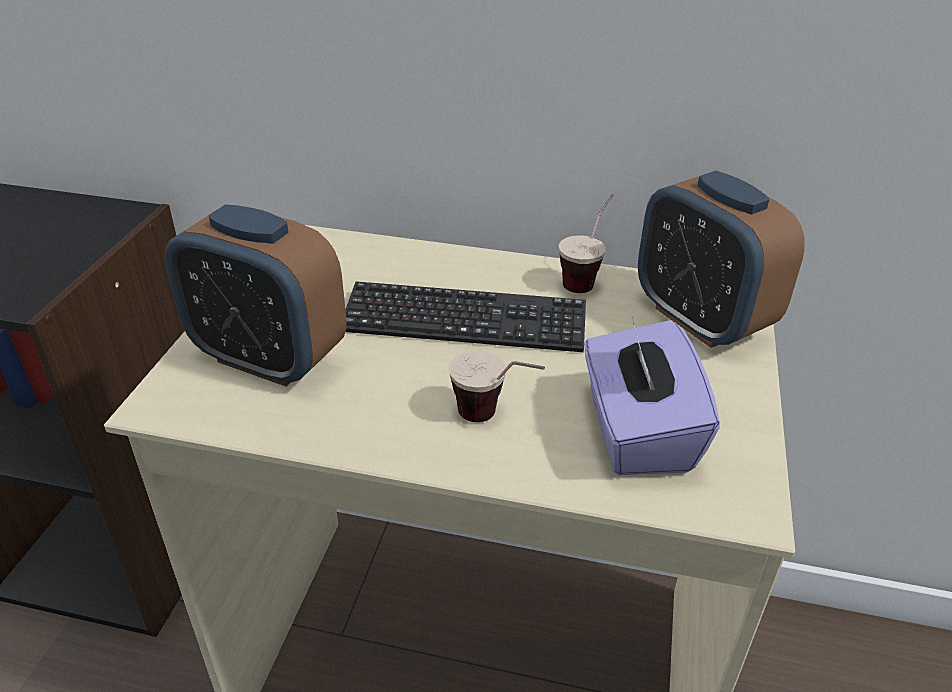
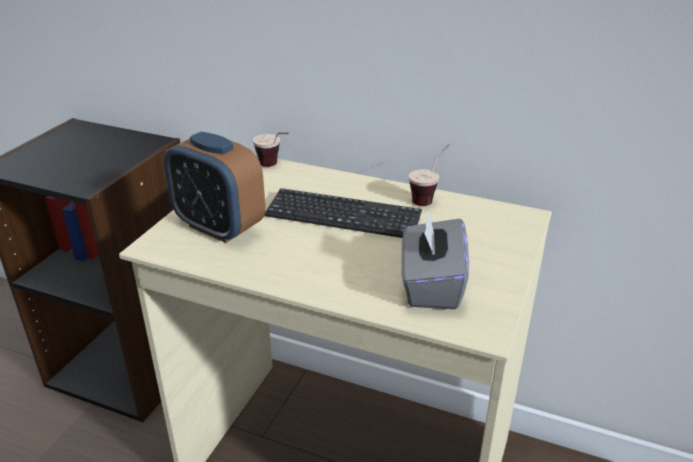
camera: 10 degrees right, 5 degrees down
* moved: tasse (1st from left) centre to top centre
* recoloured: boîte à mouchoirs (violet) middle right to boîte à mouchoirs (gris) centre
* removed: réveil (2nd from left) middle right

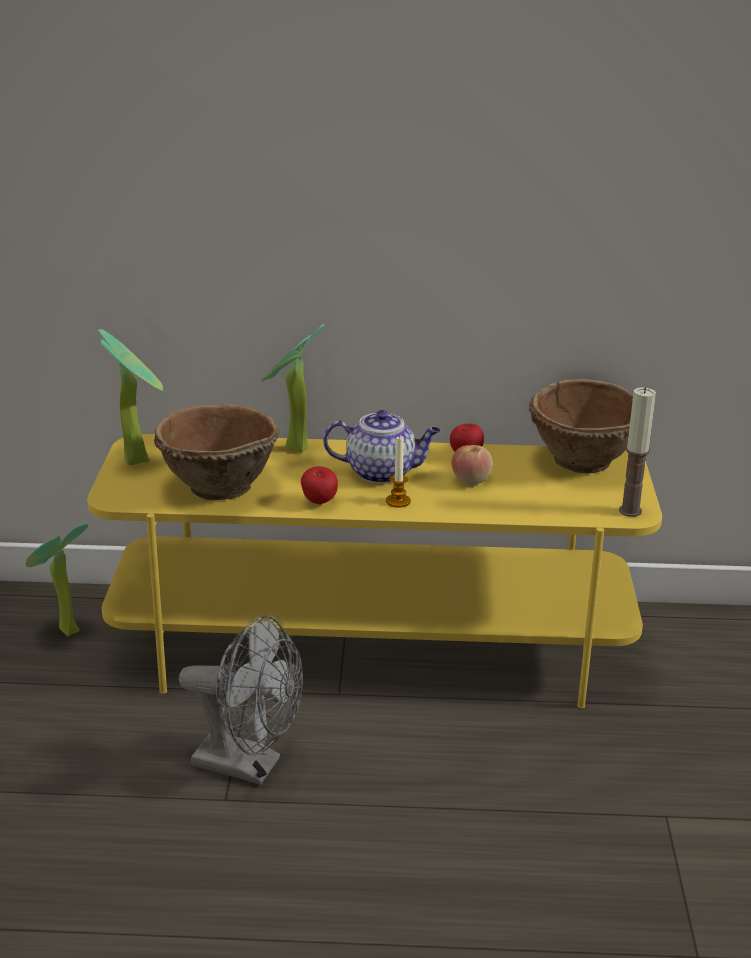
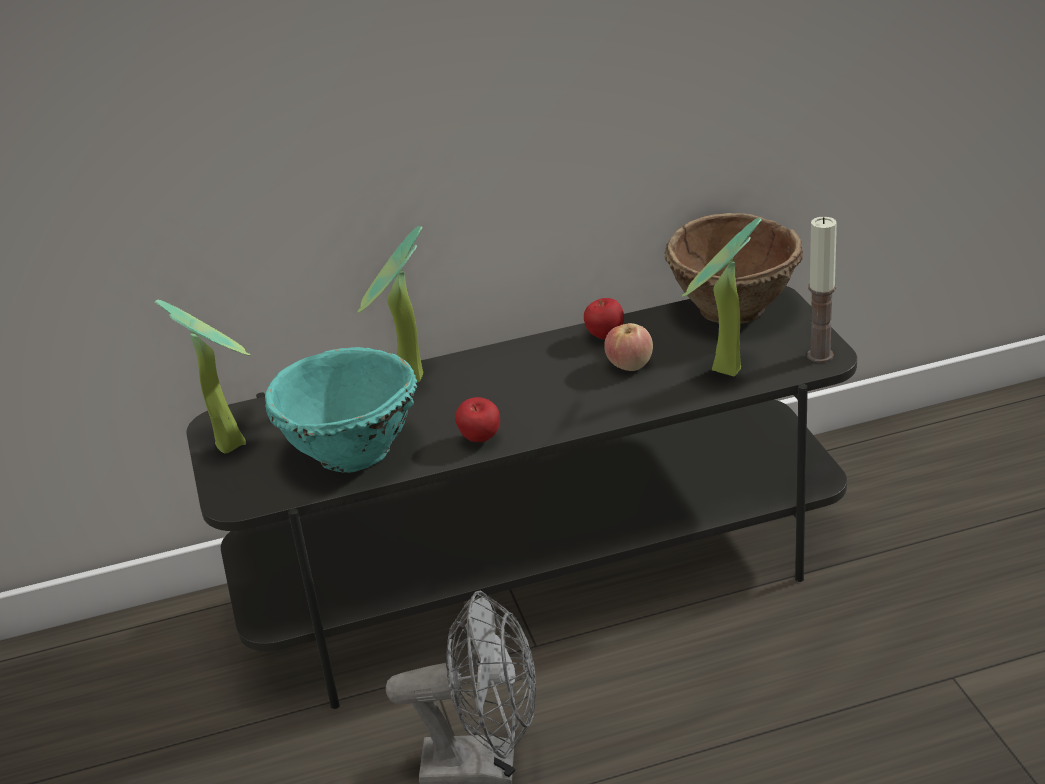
camera: 15 degrees left, 5 degrees up
* moved: plante en pot (1st from left in the first image) middle left to plante en pot (3rd from left) middle right
* recoloured: meuble télé (jaune) centre to meuble télé (gris) centre
* recoloured: bol (marron) (1st from left) middle left to bol (turquoise) middle left
* removed: théière centre
* removed: bougie (1st from left) centre

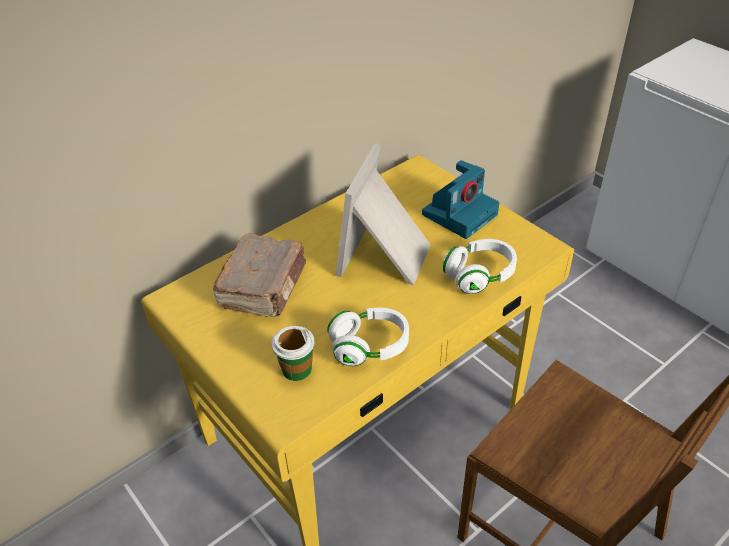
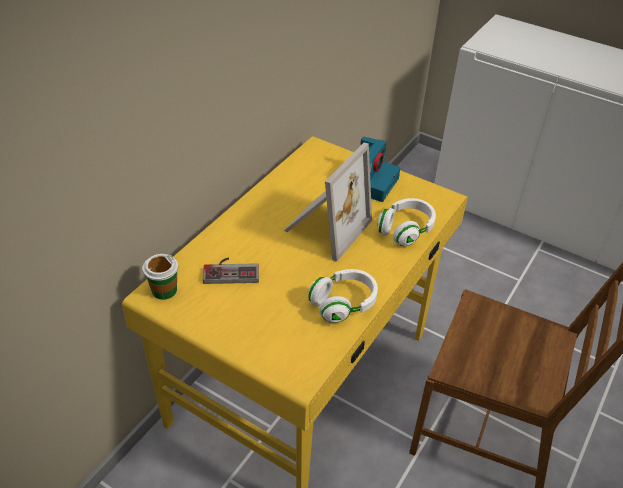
camera: 20 degrees left, 0 degrees up
* replaced: livre (marron) centre to manette centre
* moved: tasse centre to middle left
* turned: cadre photo centre = centre 150 degrees counterclockwise

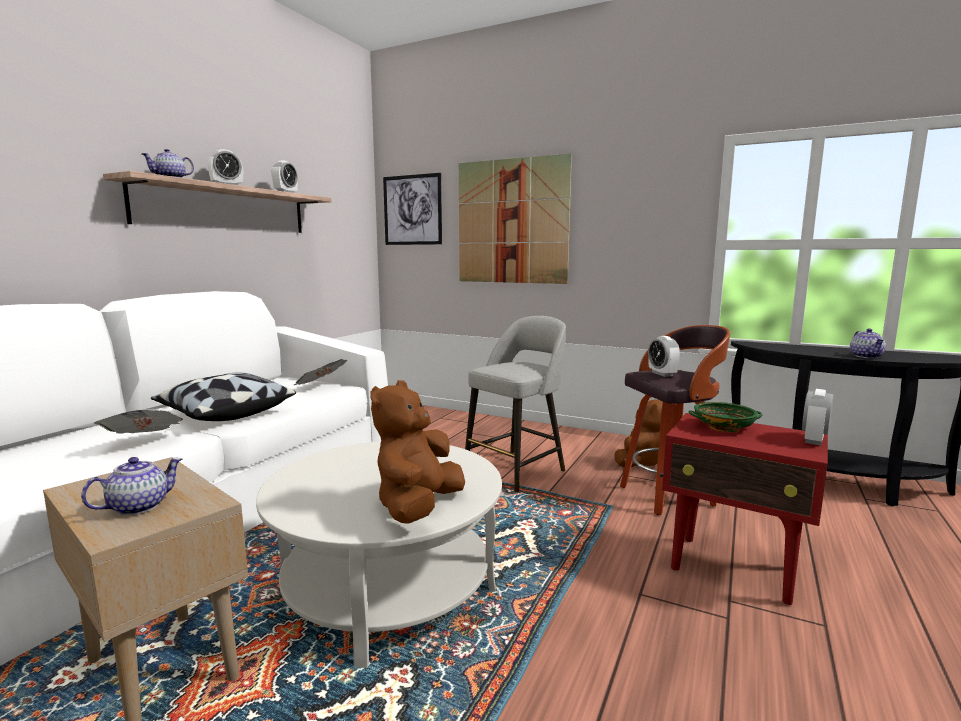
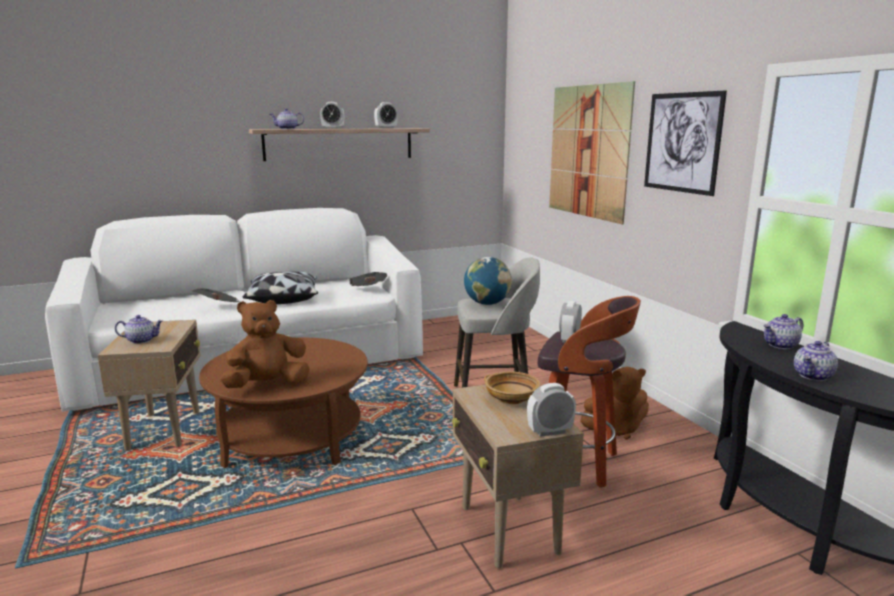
camera: 40 degrees right, 5 degrees up
* recoloured: table basse (blanc) bottom centre to table basse (marron) bottom left
* moved: tableau (1st from left in the first image) top centre to tableau (2nd from left) top right
* recoloured: table d'appoint (rouge) bottom right to table d'appoint (beige) (2nd from left) bottom centre
* recoloured: bol (vert) middle right to bol (beige) centre
* added: globe centre
* added: théière (3rd from left) middle right

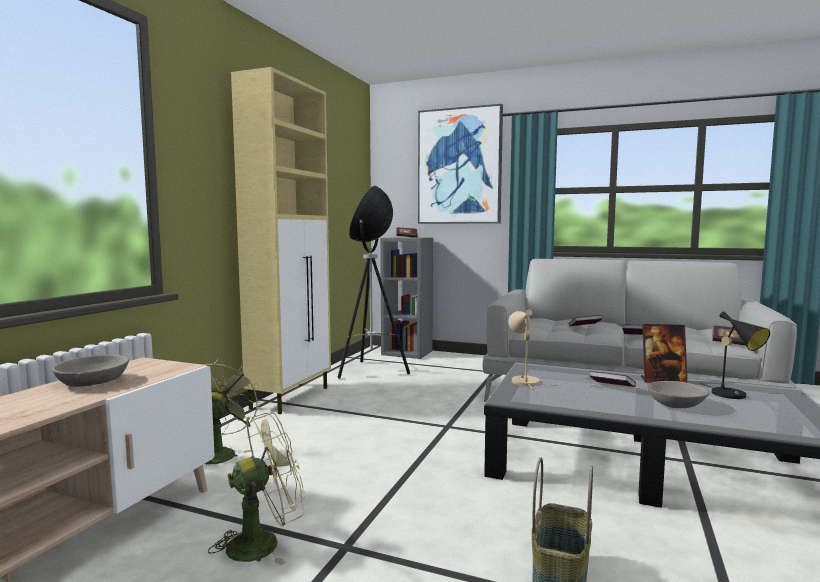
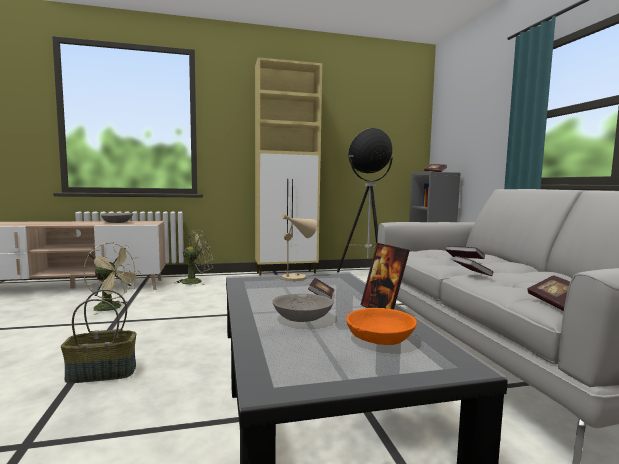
camera: 55 degrees right, 0 degrees up
* removed: tableau top centre
* replaced: lampe de table (noir) middle right to bol (orange) bottom centre

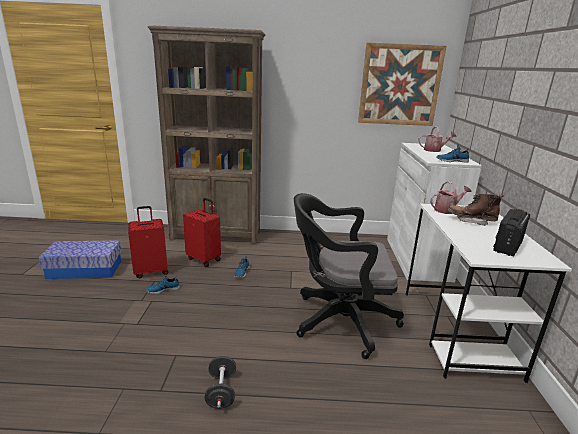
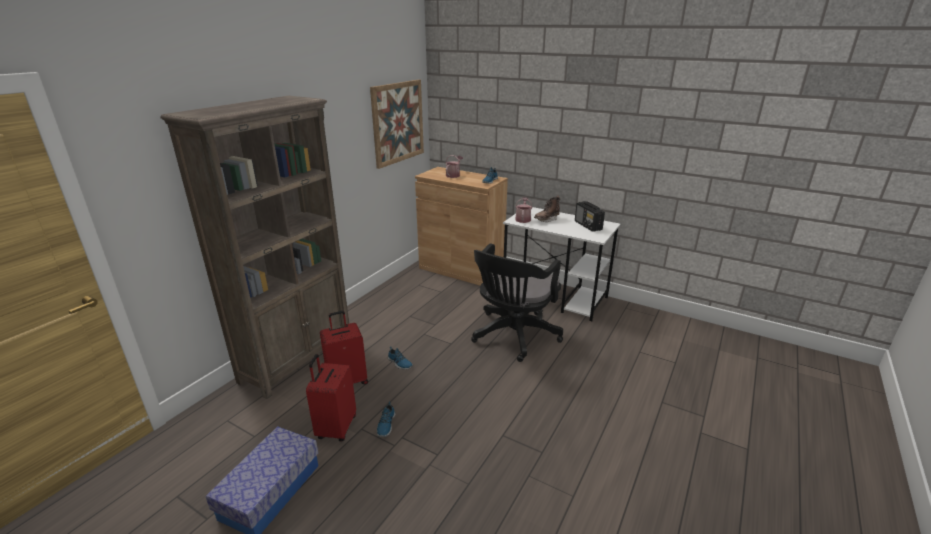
camera: 60 degrees left, 5 degrees up
* removed: haltère (noir) bottom centre
* recoloured: meuble de rangement (blanc) middle right to meuble de rangement (marron) centre

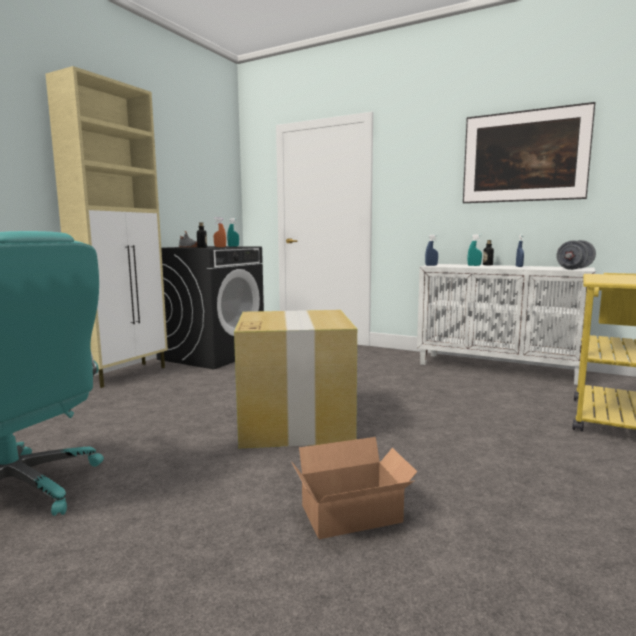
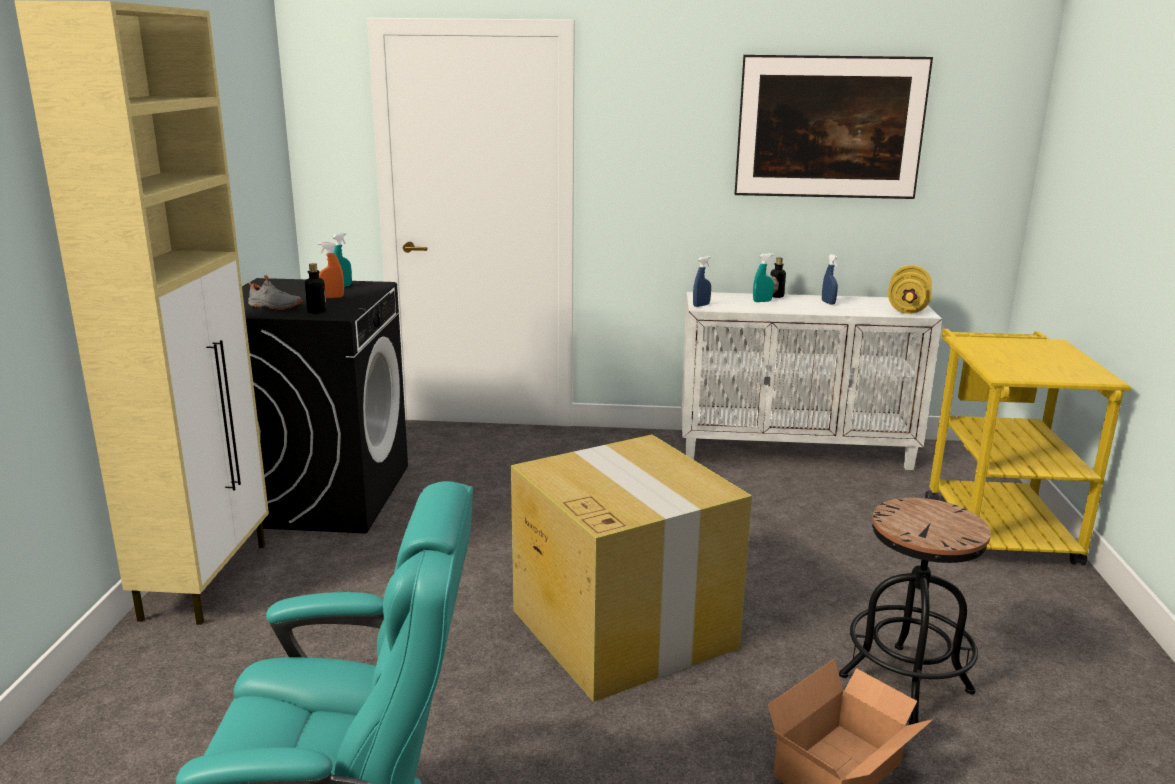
camera: 25 degrees left, 10 degrees up
* recoloured: haltère (gris) middle right to haltère (jaune) middle right
* added: tabouret (noir) bottom right

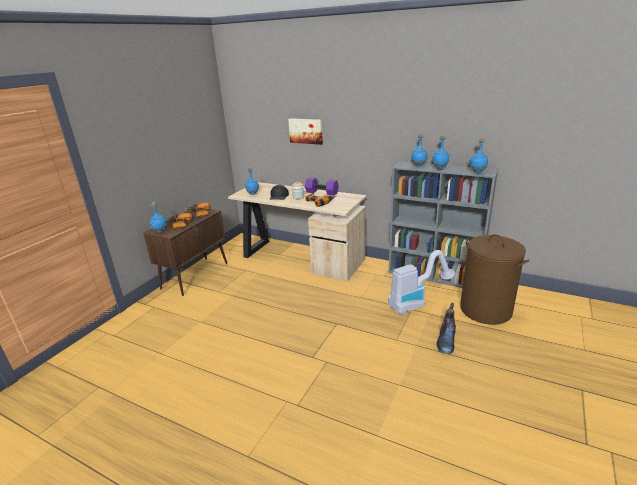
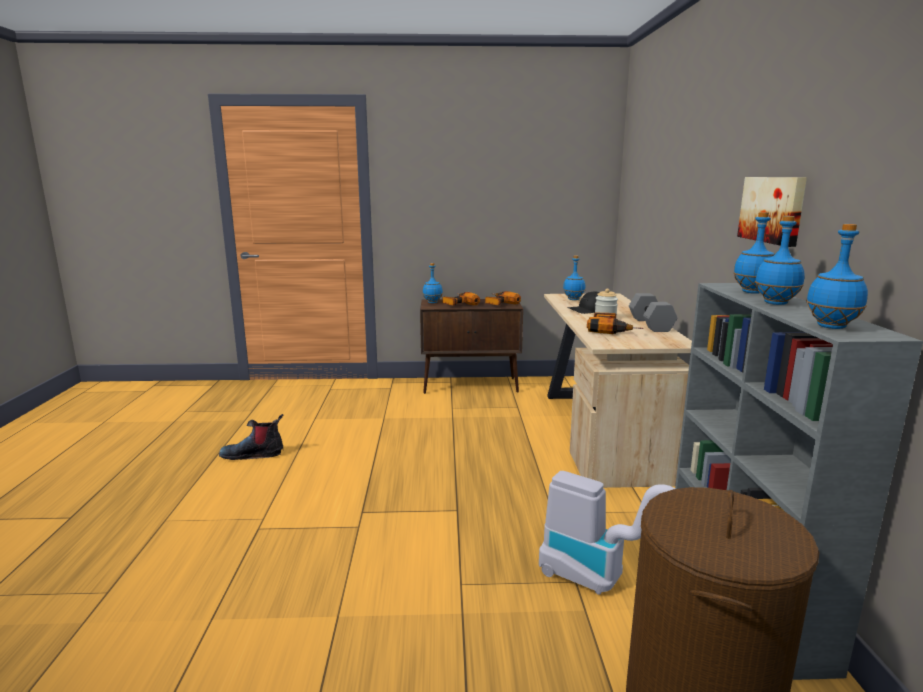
camera: 60 degrees right, 10 degrees down
* moved: tableau top centre to top right
* recoloured: haltère (violet) centre to haltère (gris) middle right
* moved: botte bottom right to middle left

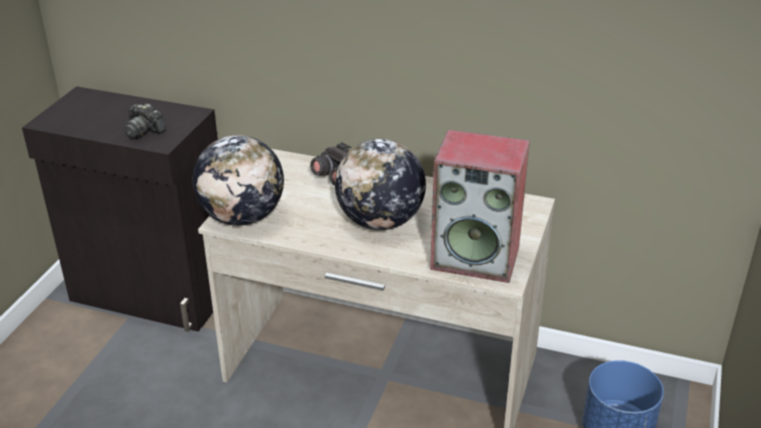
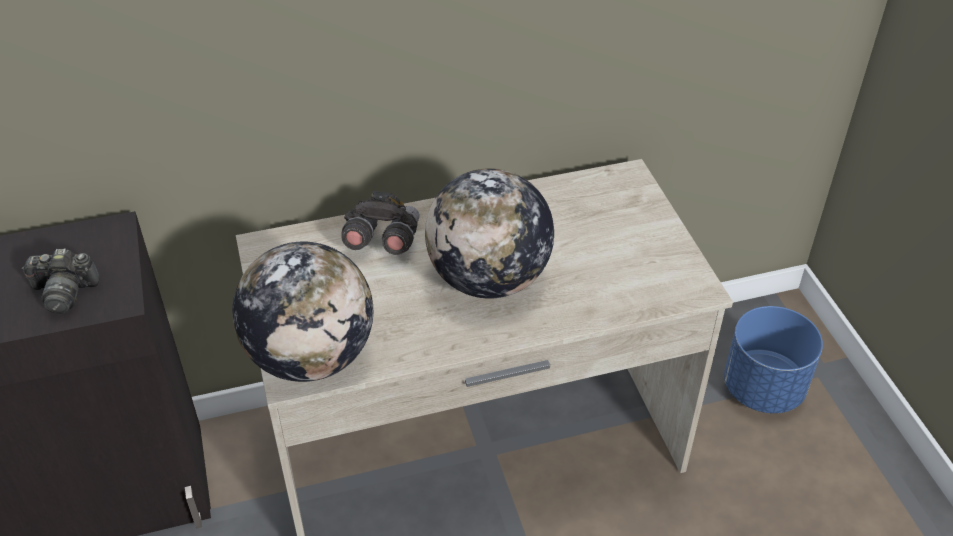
camera: 35 degrees left, 10 degrees up
* removed: enceinte centre

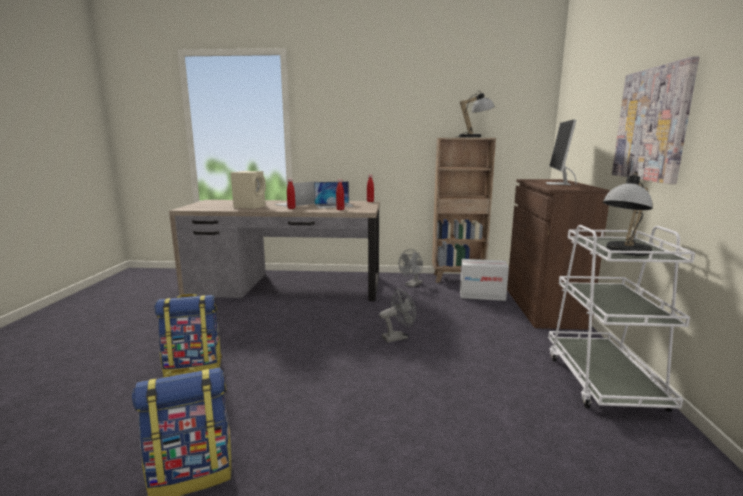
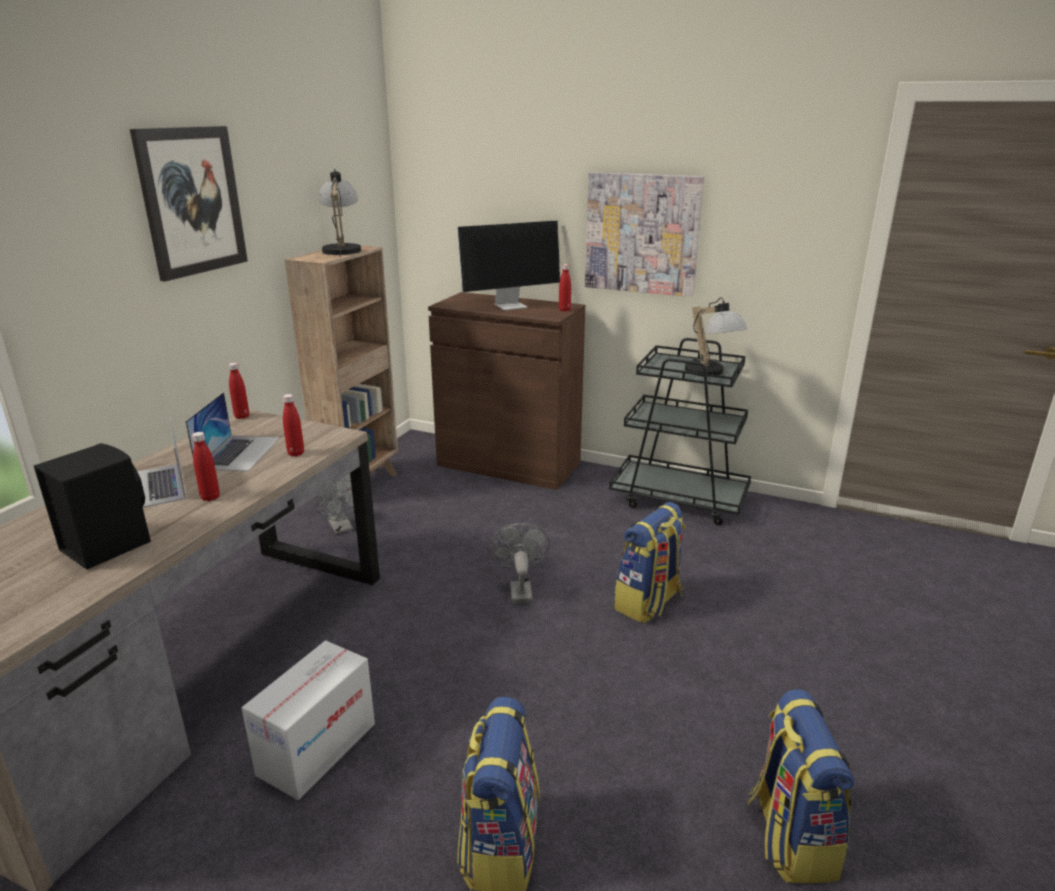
camera: 70 degrees left, 10 degrees up
* recoloured: enceinte (beige) centre to enceinte (noir) middle left
* moved: carton centre to bottom left
* turned: écran d'ordinateur top right = top centre 60 degrees counterclockwise
* recoloured: chariot (blanc) middle right to chariot (noir) centre
* added: tableau (1st from left) top left
* added: bouteille (rouge) (4th from left) top centre
* added: sac à dos (2nd from left) centre

